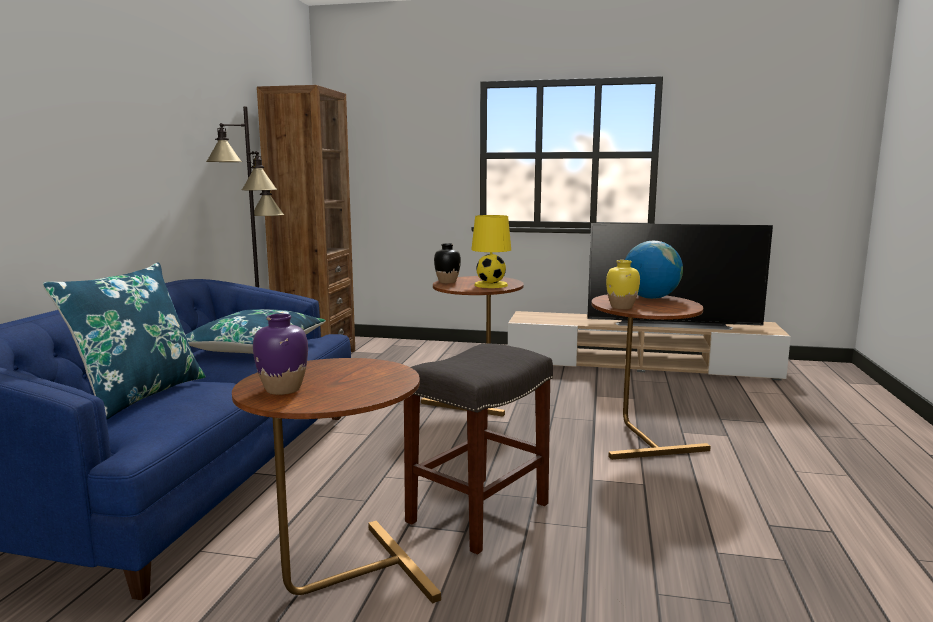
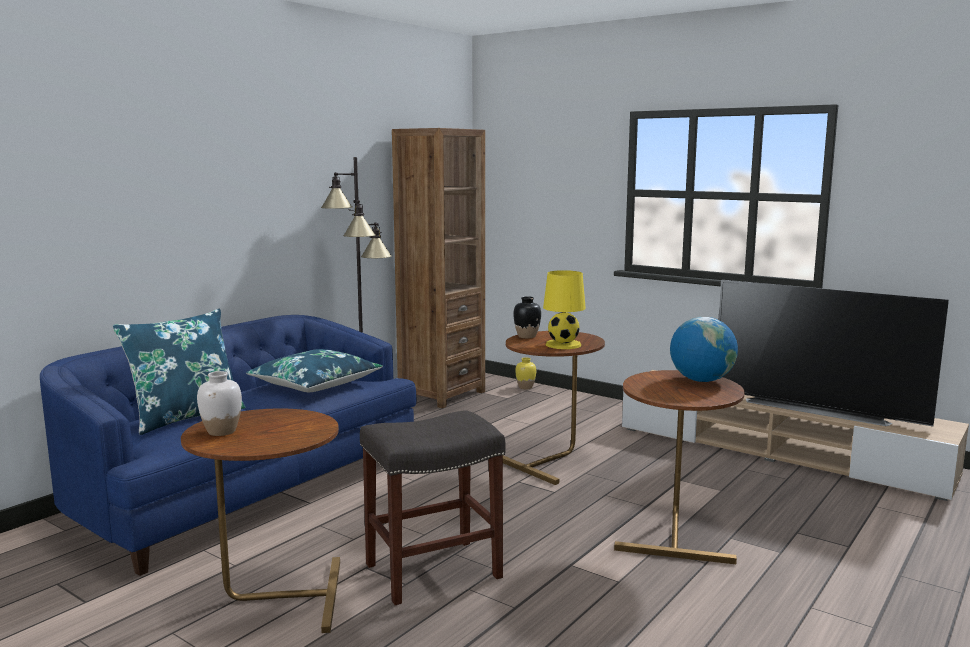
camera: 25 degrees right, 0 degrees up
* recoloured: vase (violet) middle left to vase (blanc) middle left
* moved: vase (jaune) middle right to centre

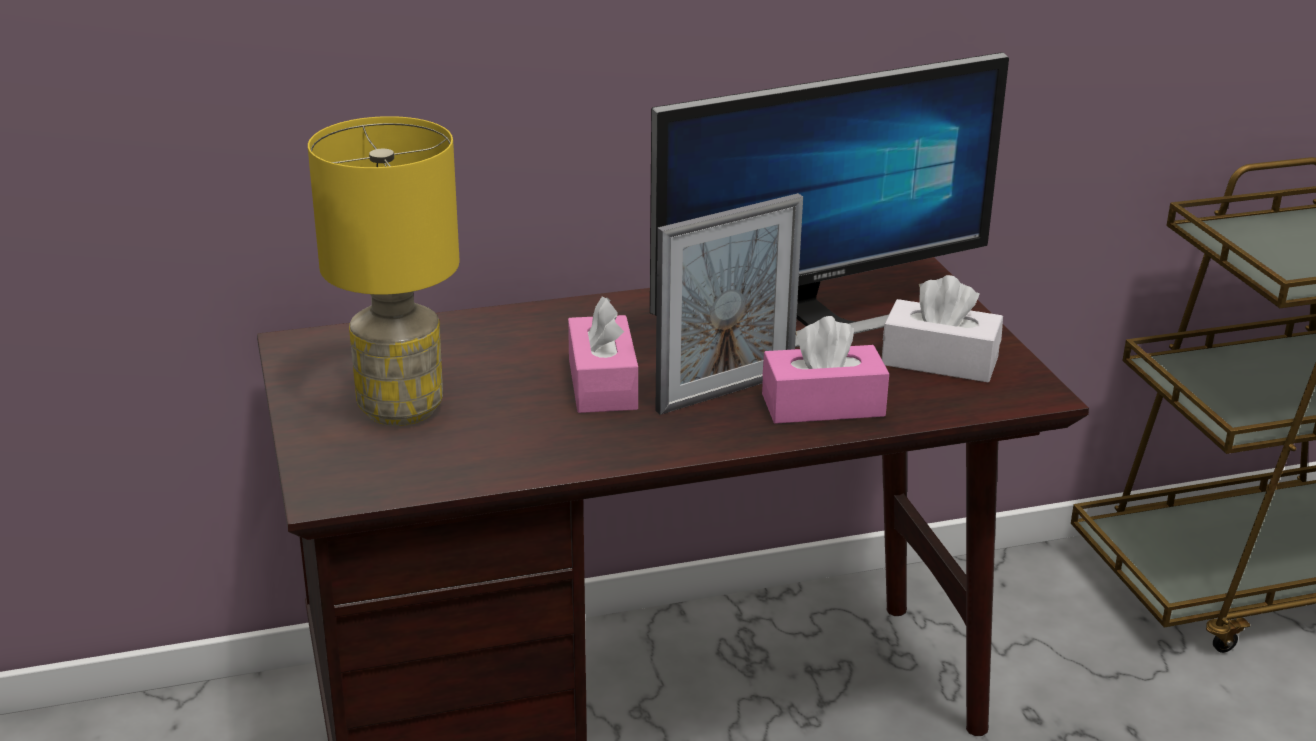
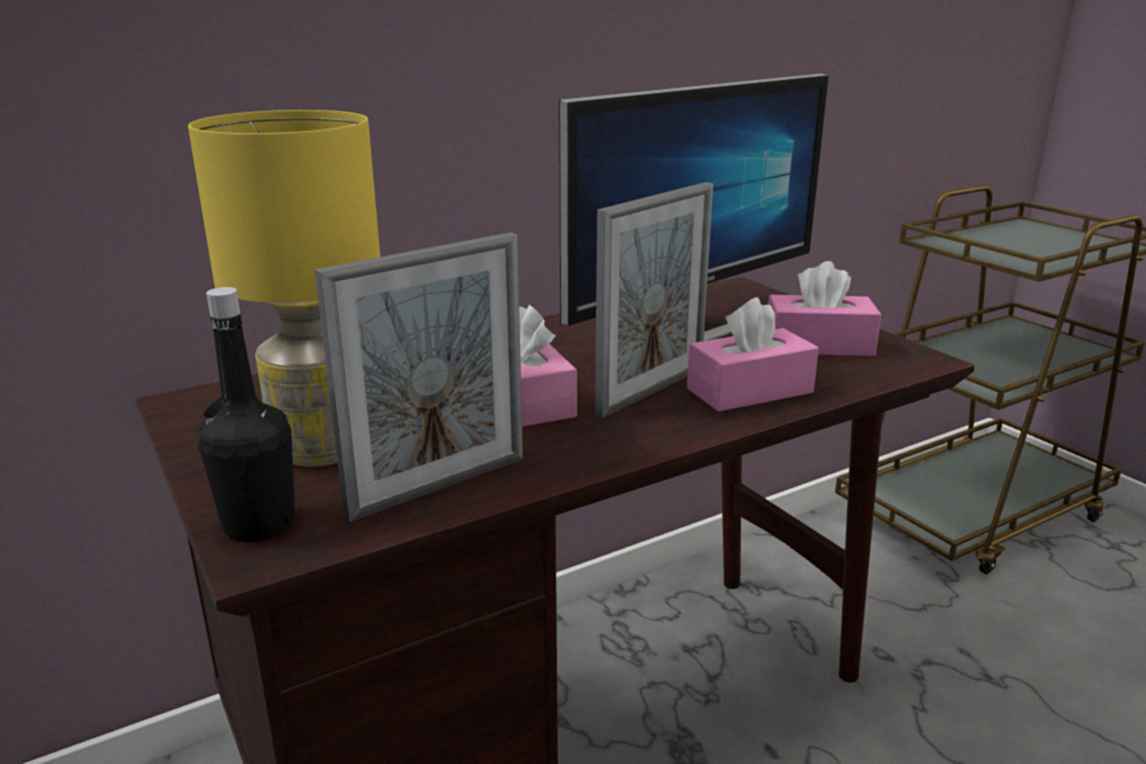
camera: 15 degrees left, 5 degrees down
* recoloured: boîte à mouchoirs (blanc) middle right to boîte à mouchoirs (rose) (3rd from left) middle right
* added: bouteille (noir) middle left
* added: cadre photo (1st from left) centre

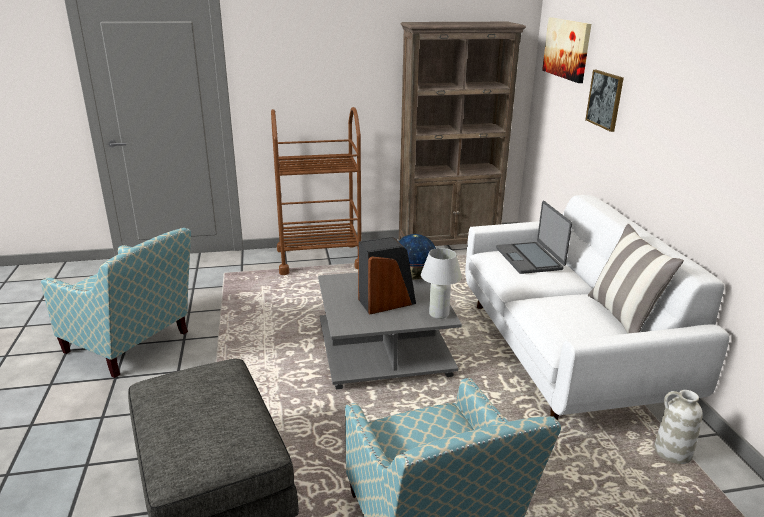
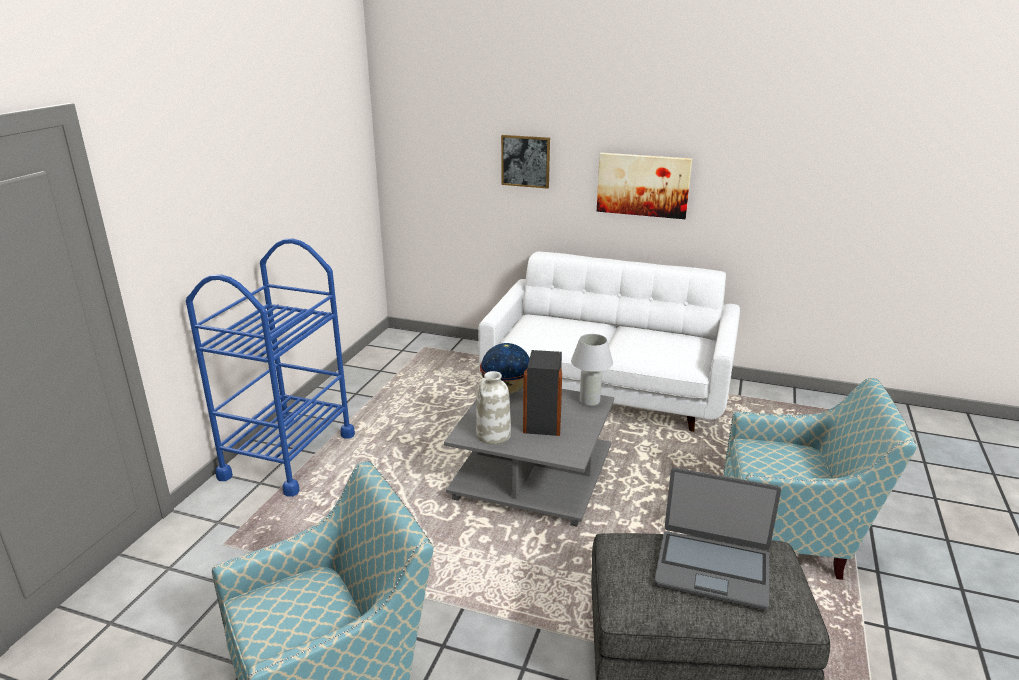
camera: 60 degrees left, 0 degrees up
* recoloured: chariot (marron) centre to chariot (bleu) middle left
* removed: bibliothèque (marron) top centre
* moved: ordinateur portable middle right to bottom right
* moved: tableau (1st from left in the first image) top right to tableau (2nd from left) top centre
* removed: coussin middle right
* moved: vase (blanc) bottom right to centre

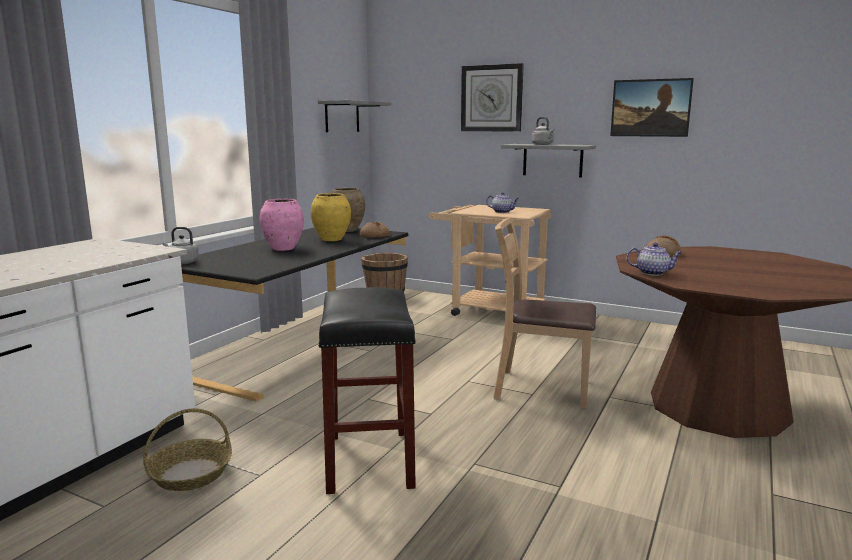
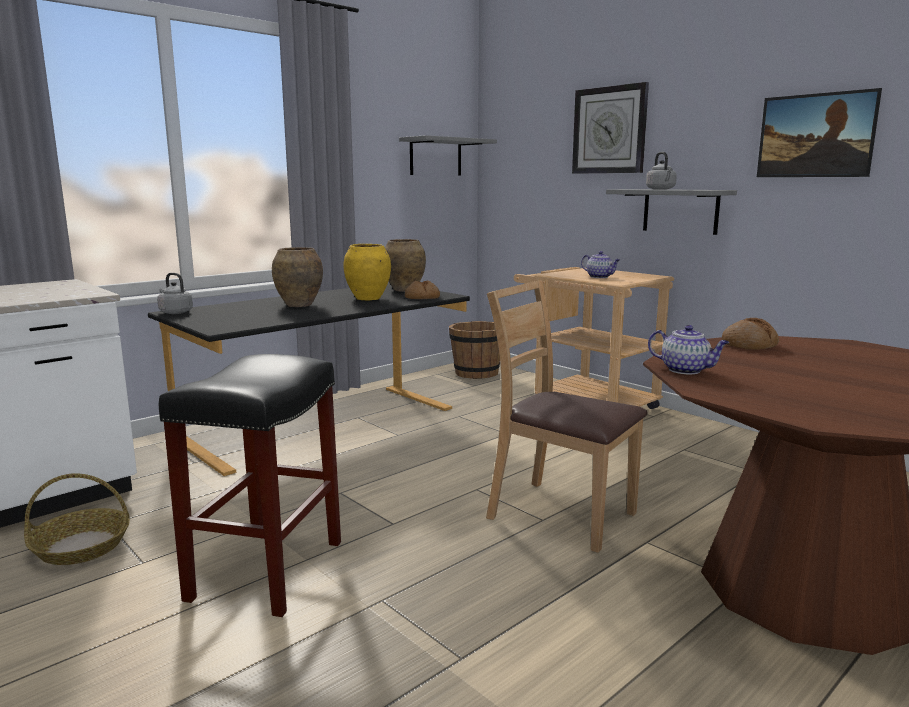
camera: 20 degrees right, 0 degrees up
* recoloured: vase (rose) middle left to vase (marron) (1st from left) middle left

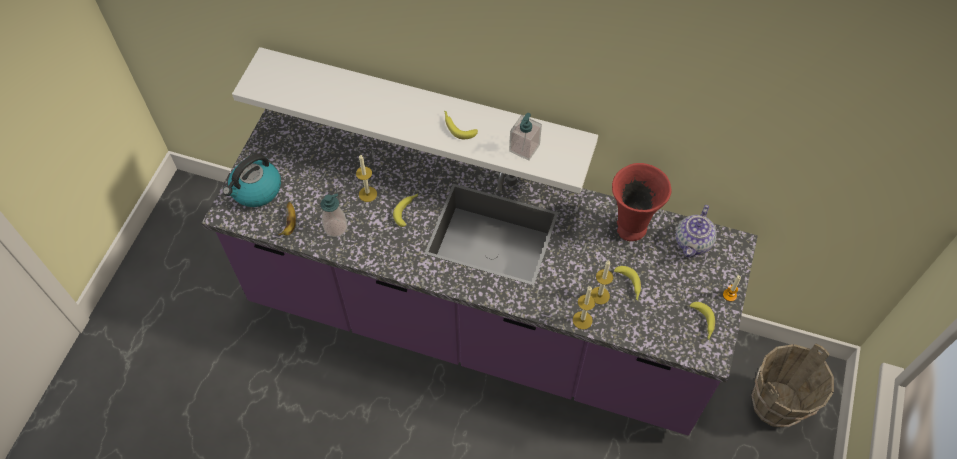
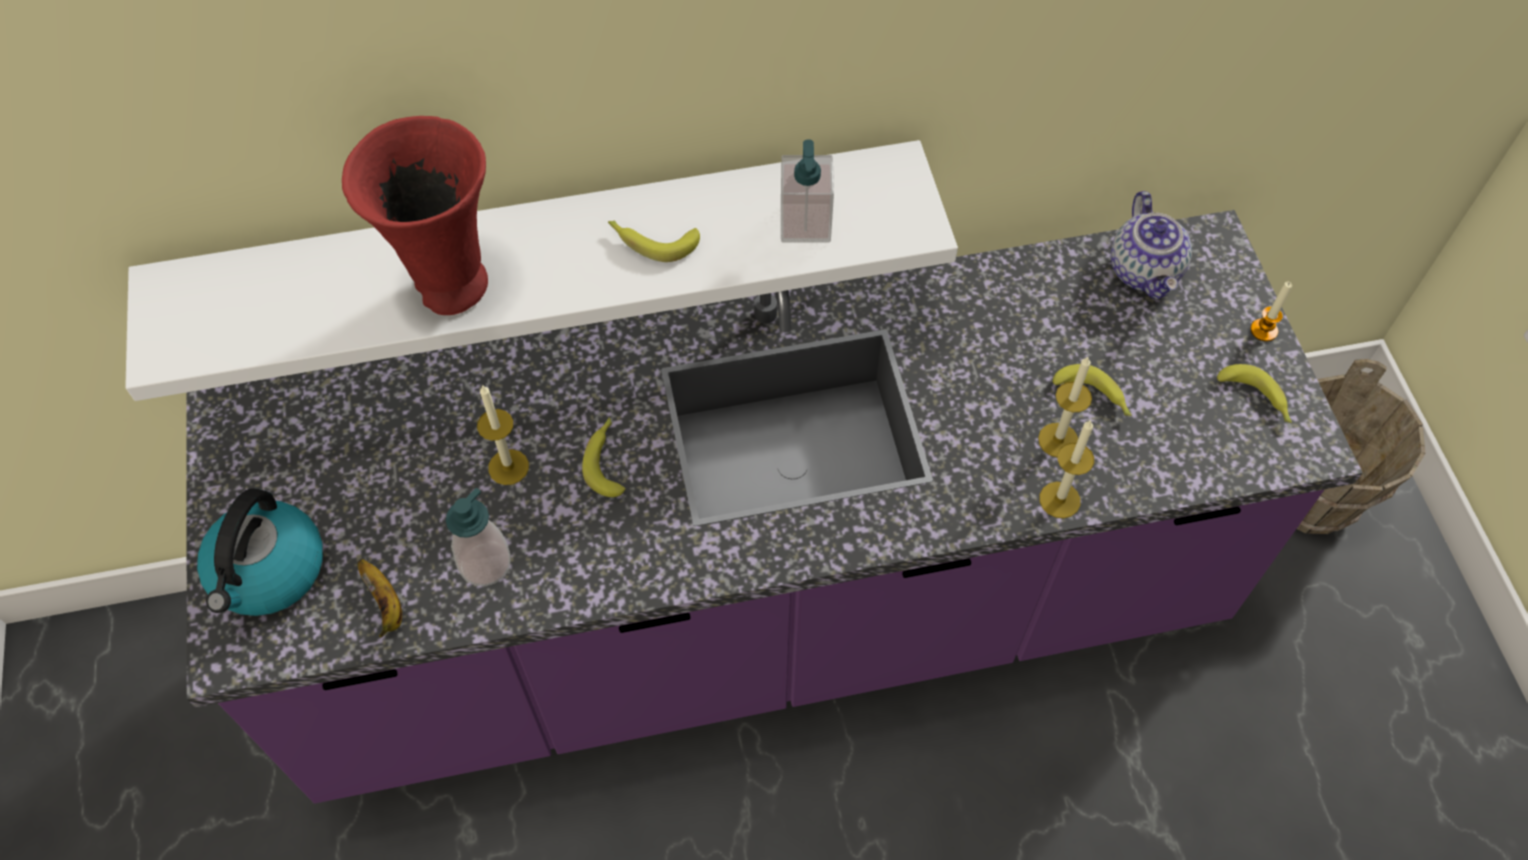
camera: 30 degrees left, 0 degrees up
* moved: vase (rouge) middle right to top left

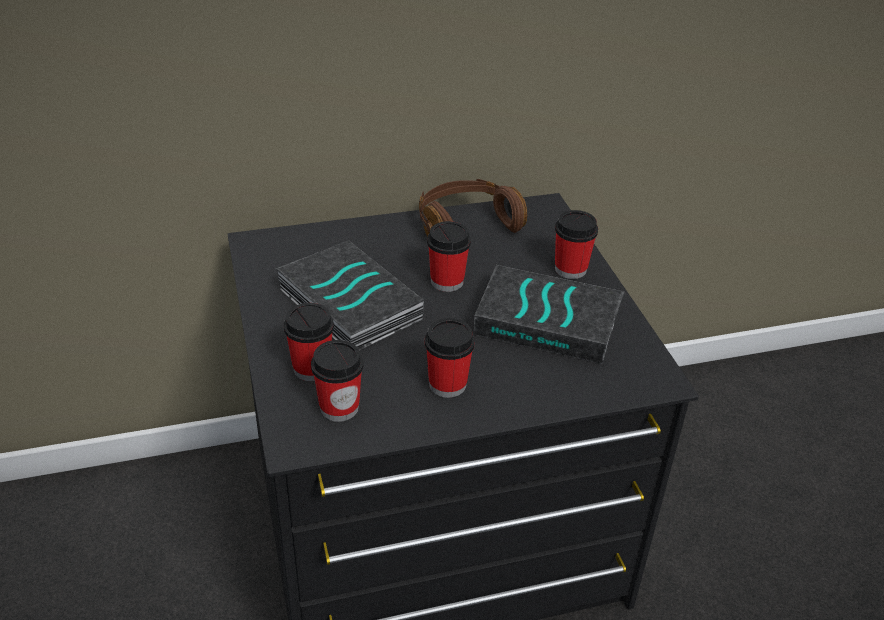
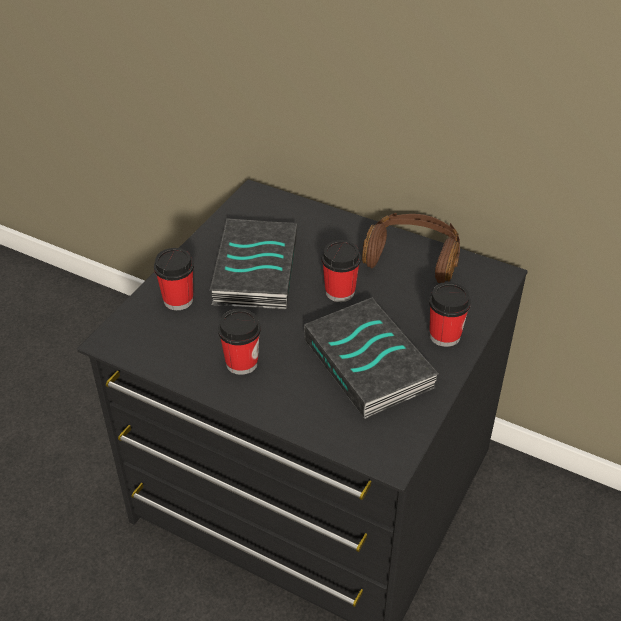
camera: 45 degrees right, 5 degrees up
* removed: tasse (2nd from left) centre

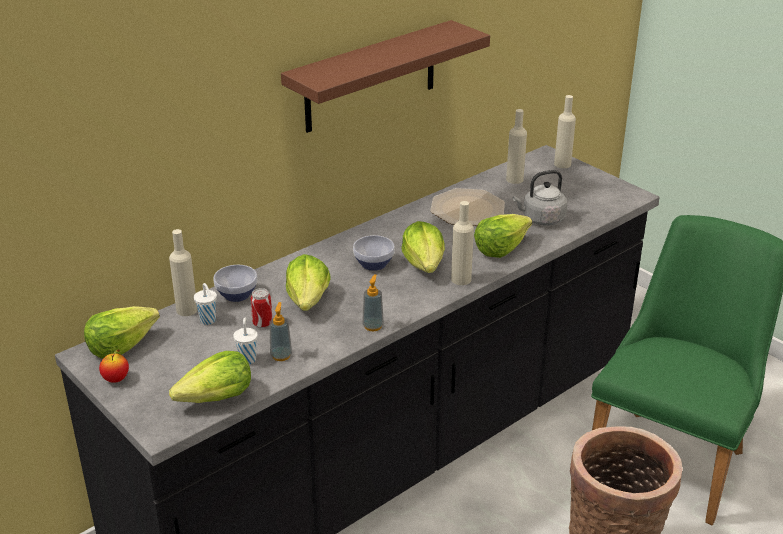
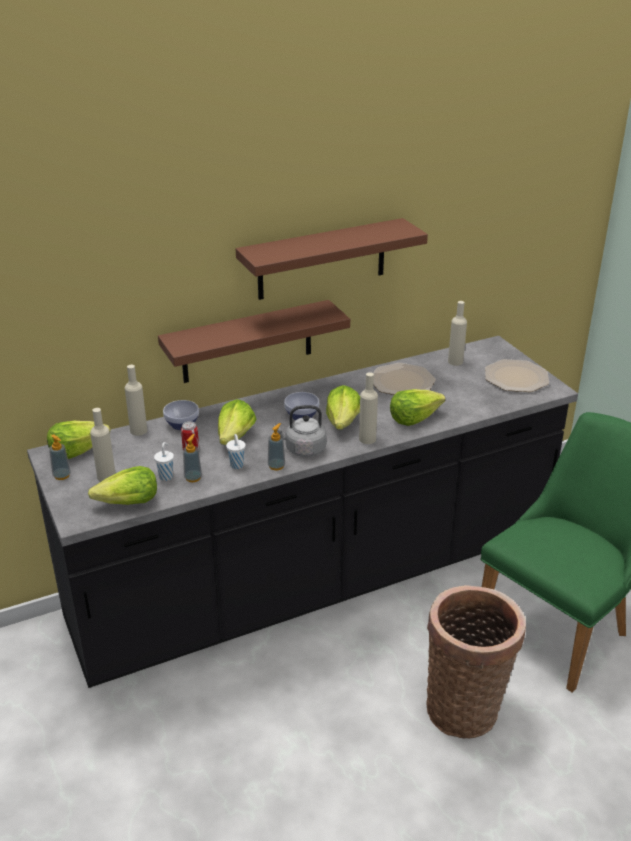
camera: 15 degrees right, 0 degrees up
* replaced: pomme bottom left to distributeur de savon (1st from left) middle left
* moved: tasse (blanc) (1st from left in the first image) middle left to tasse (blanc) (2nd from left) centre
* moved: bouilloire (gris) middle right to centre
* moved: bouteille (beige) (4th from left in the first image) top right to bouteille (beige) (1st from left) middle left
* added: étagère (marron) (1st from left) centre
* added: assiette (2nd from left) middle right

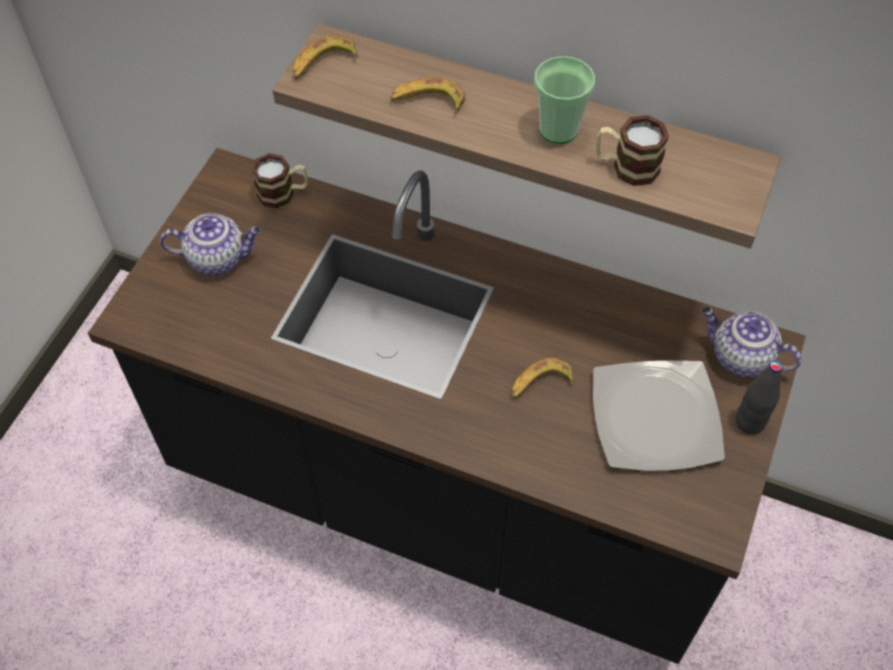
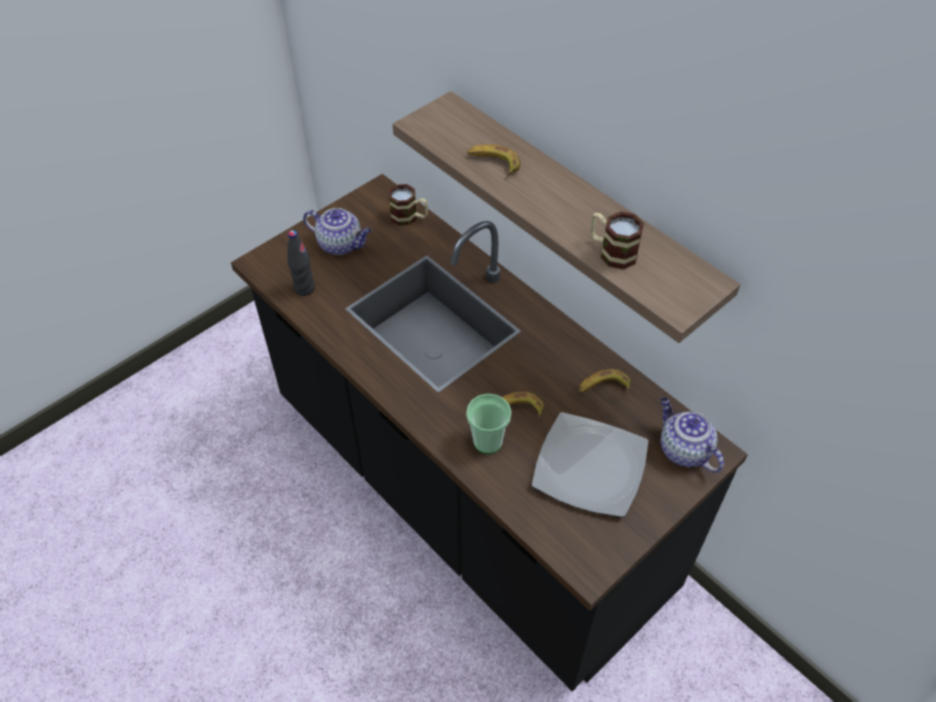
camera: 25 degrees right, 5 degrees down
* moved: banane (1st from left in the first image) top centre to banane (3rd from left) centre
* moved: tasse top centre to centre
* moved: bouteille (noir) middle right to middle left

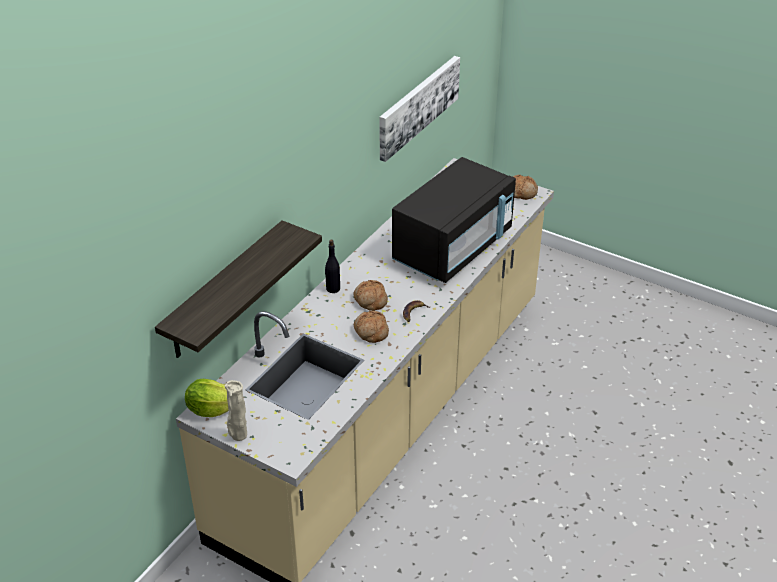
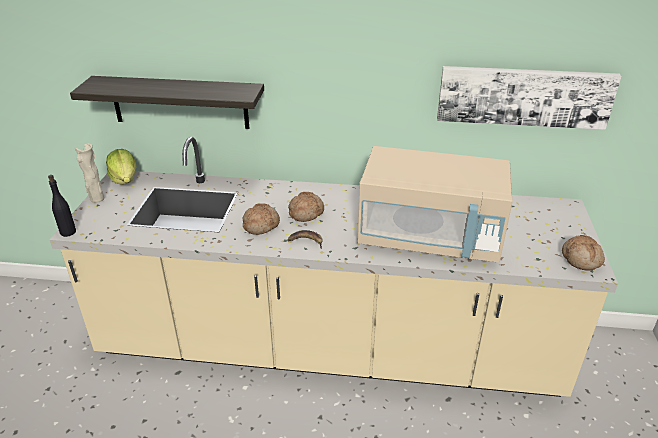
camera: 65 degrees right, 5 degrees down
* moved: bouteille (noir) centre to middle left
* recoloured: micro-ondes (noir) centre to micro-ondes (beige) centre

